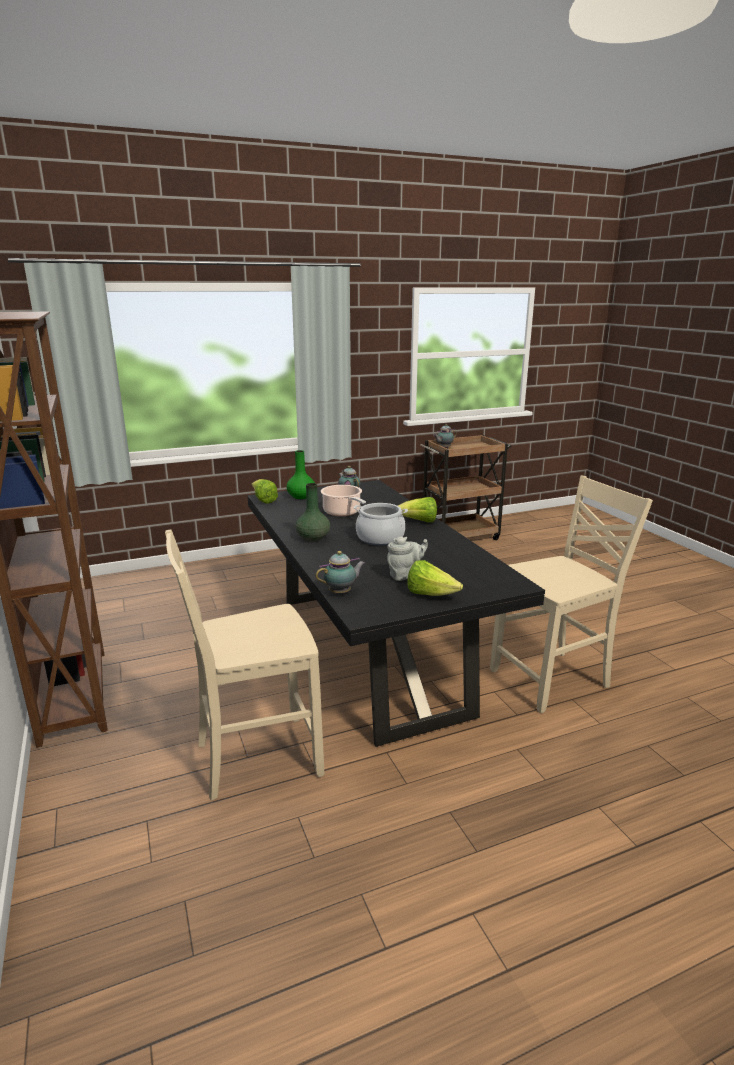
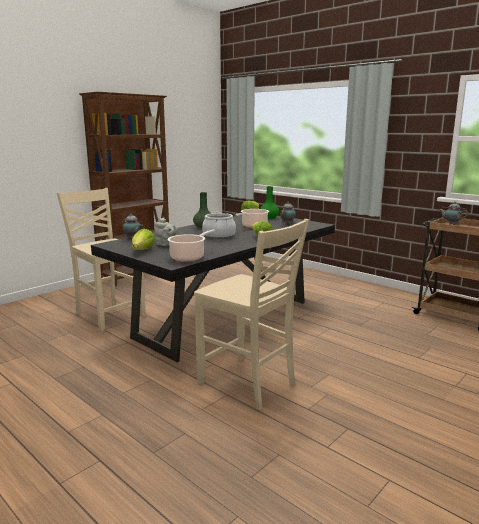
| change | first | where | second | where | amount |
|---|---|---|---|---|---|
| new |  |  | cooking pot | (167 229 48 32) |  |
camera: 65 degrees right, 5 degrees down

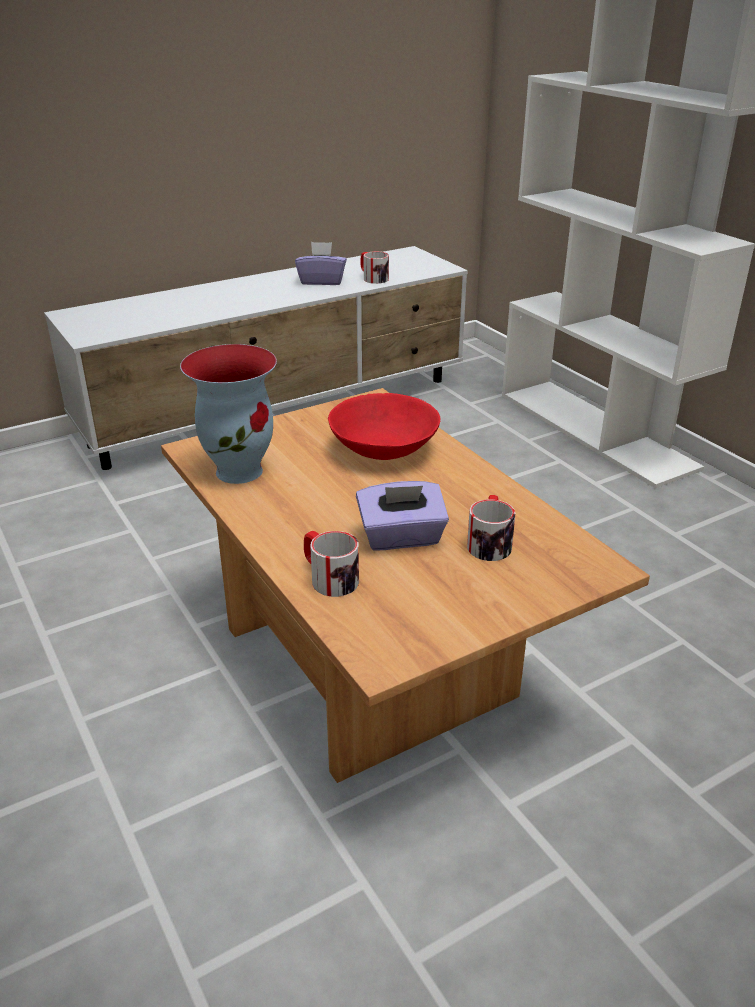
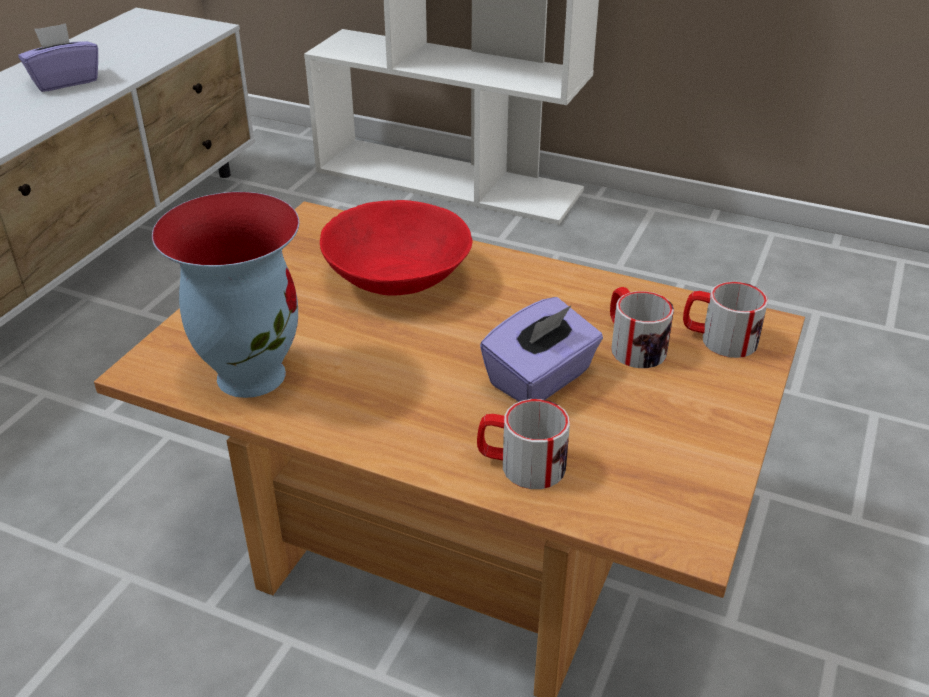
| change | first | where | second | where | amount |
|---|---|---|---|---|---|
| shifted | mug | (360 251 29 33) |  | (683 282 85 76) |  |
camera: 35 degrees left, 5 degrees up

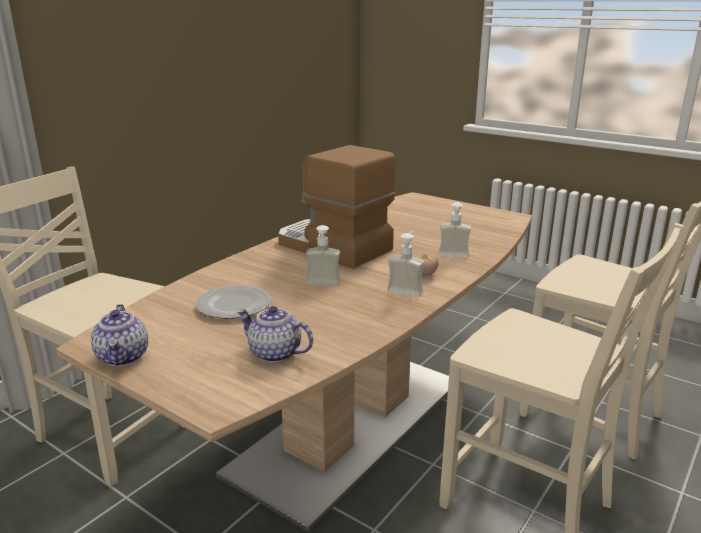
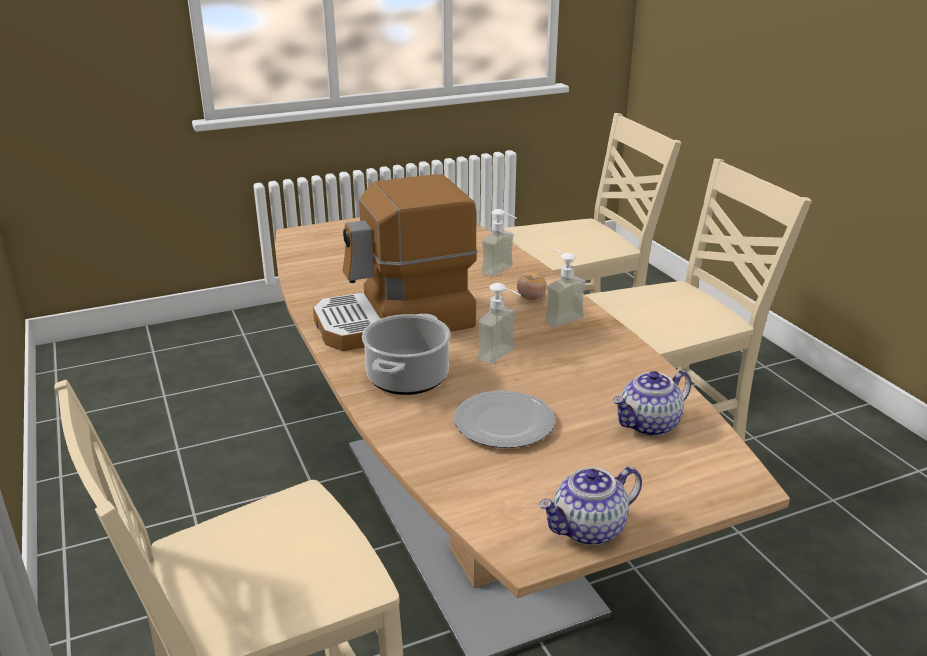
| change | first | where | second | where | amount |
|---|---|---|---|---|---|
| rotated | teapot | (91 304 57 62) |  | (538 466 104 80) | 135 degrees clockwise |
| new |  |  | cooking pot | (362 314 89 81) |  |
camera: 60 degrees left, 5 degrees up

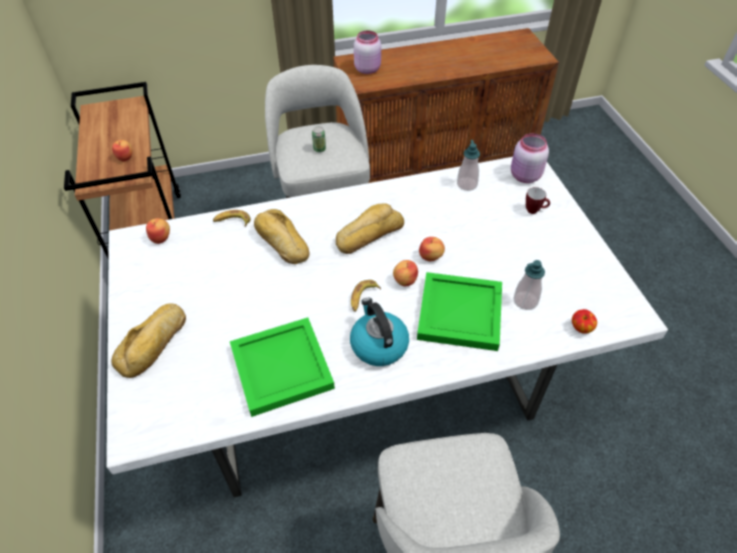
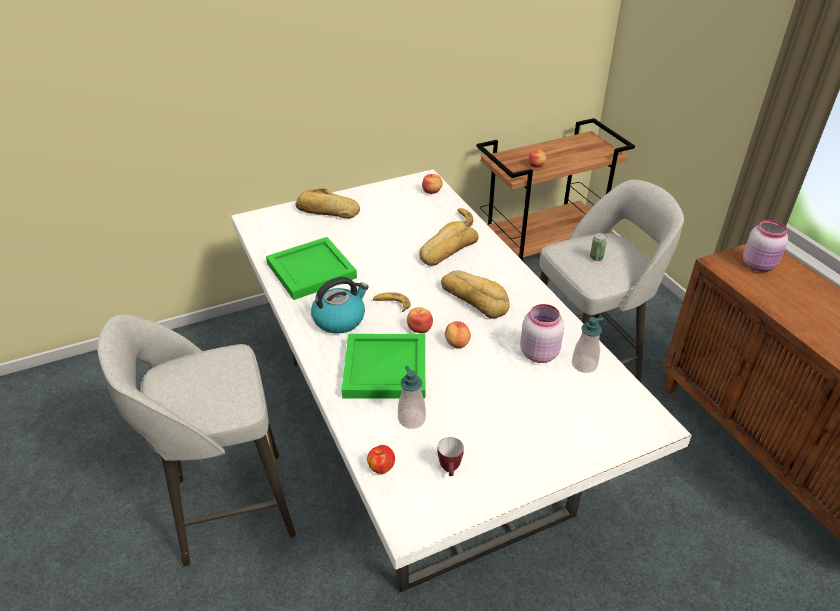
| change | first | where | second | where | amount |
|---|---|---|---|---|---|
| shifted | pink jar | (511 133 38 50) |  | (520 304 44 59) |  |
| shifted | mug | (526 187 24 27) |  | (437 437 27 39) |  |
camera: 80 degrees right, 10 degrees down

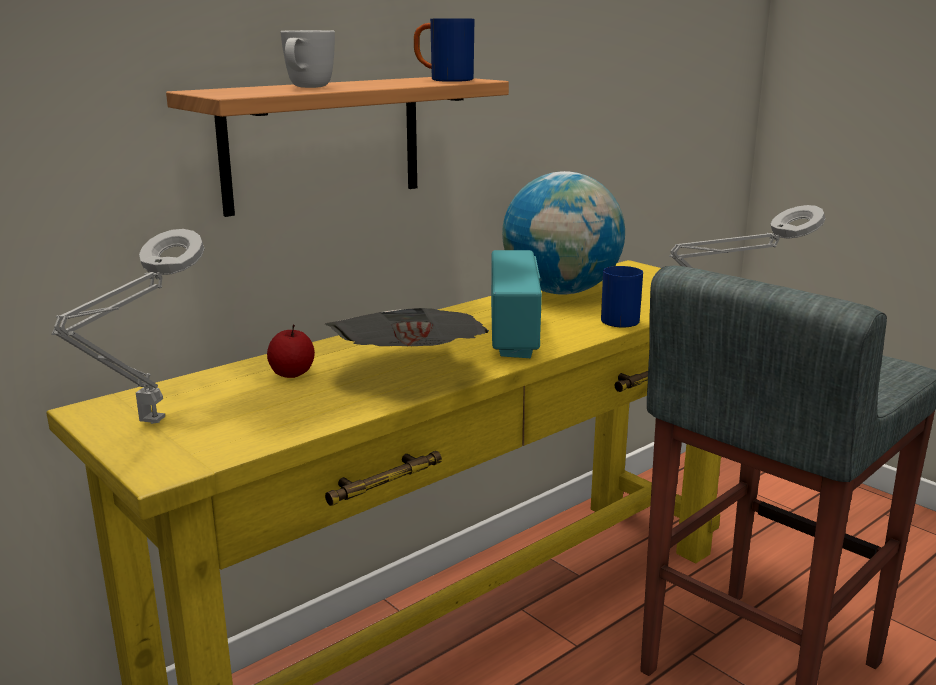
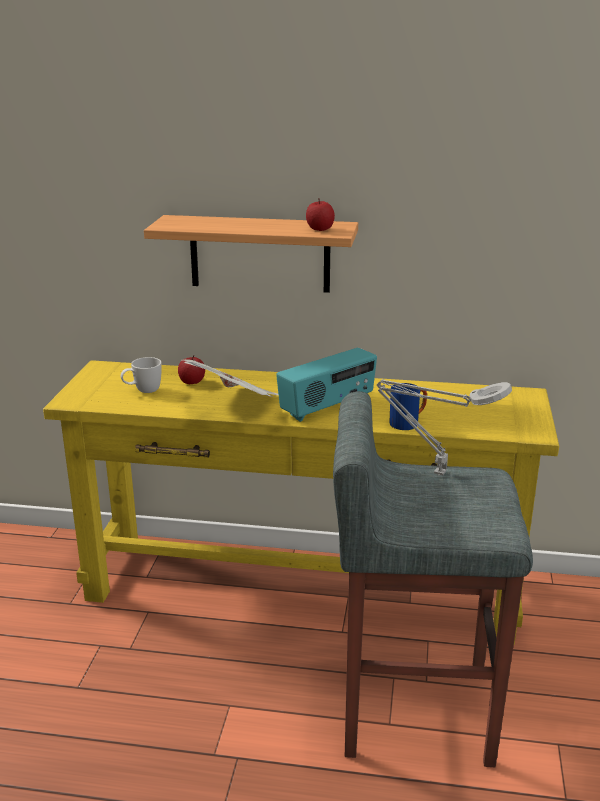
| change | first | where | second | where | amount |
|---|---|---|---|---|---|
| gone | grey table lamp | (51 229 154 195) |  |  |  |
| shifted | white mug | (281 30 54 58) |  | (121 357 41 36) |  |
| swapped | blue mug | (414 19 60 63) | apple | (306 198 29 33) |  |
| gone | globe | (502 171 123 124) |  |  |  |
camera: 50 degrees right, 5 degrees up

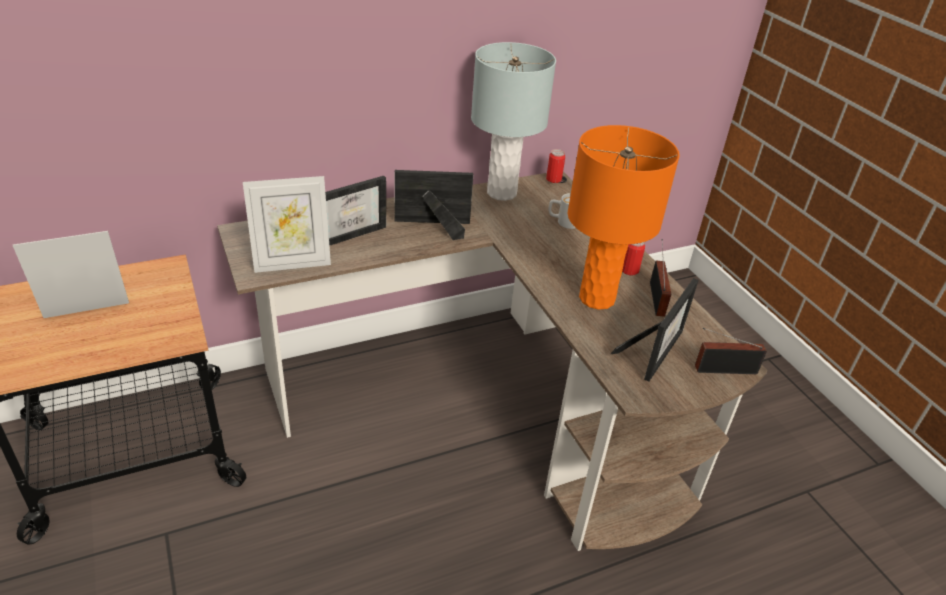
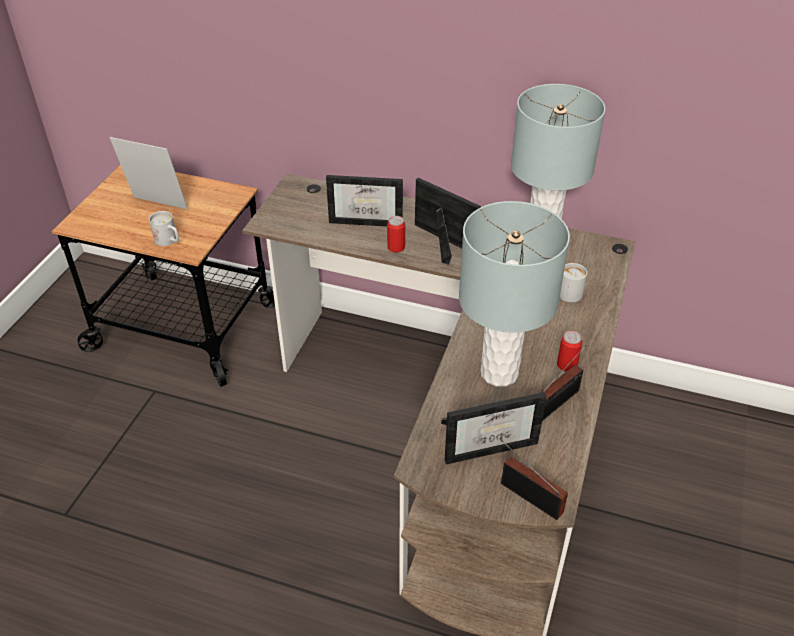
| change | first | where | second | where | amount |
|---|---|---|---|---|---|
| gone | picture frame | (243 176 88 97) |  |  |  |
| shifted | can | (546 149 19 34) |  | (387 216 18 37) |  |
| repainted | orange table lamp | (568 125 112 185) | grey table lamp | (459 201 111 186) |  |
| new |  |  | white mug | (149 211 30 35) |  |
camera: 45 degrees right, 5 degrees up

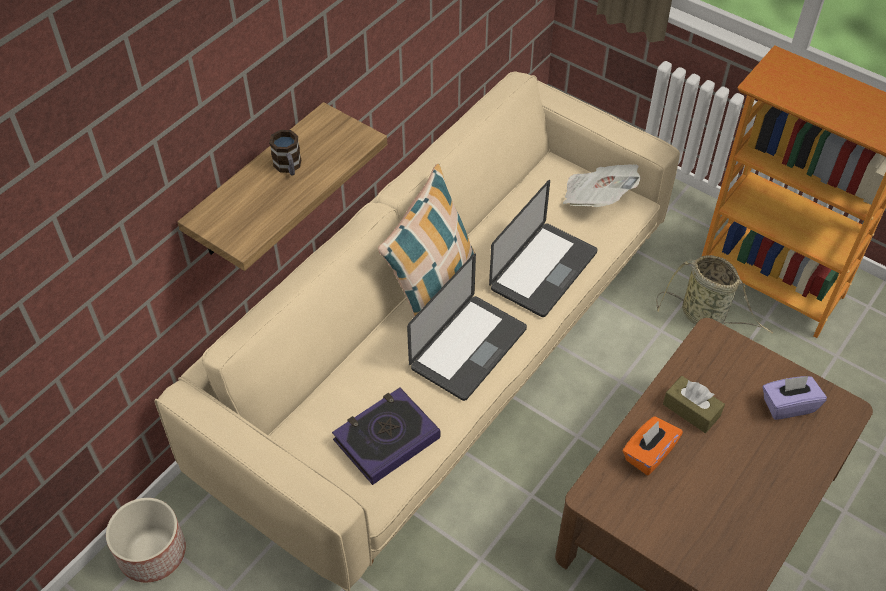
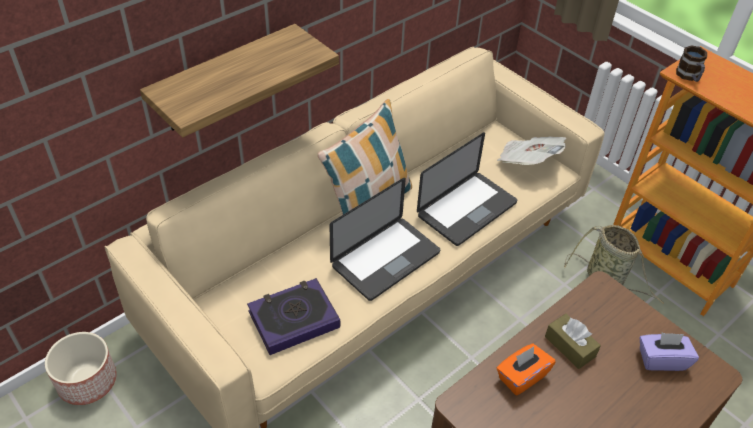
| change | first | where | second | where | amount |
|---|---|---|---|---|---|
| shifted | mug | (269 130 32 46) |  | (676 45 31 37) |  |
camera: 10 degrees right, 5 degrees down

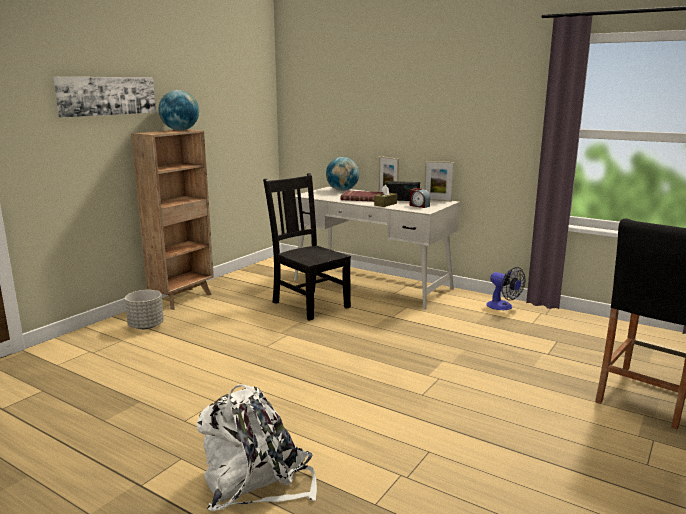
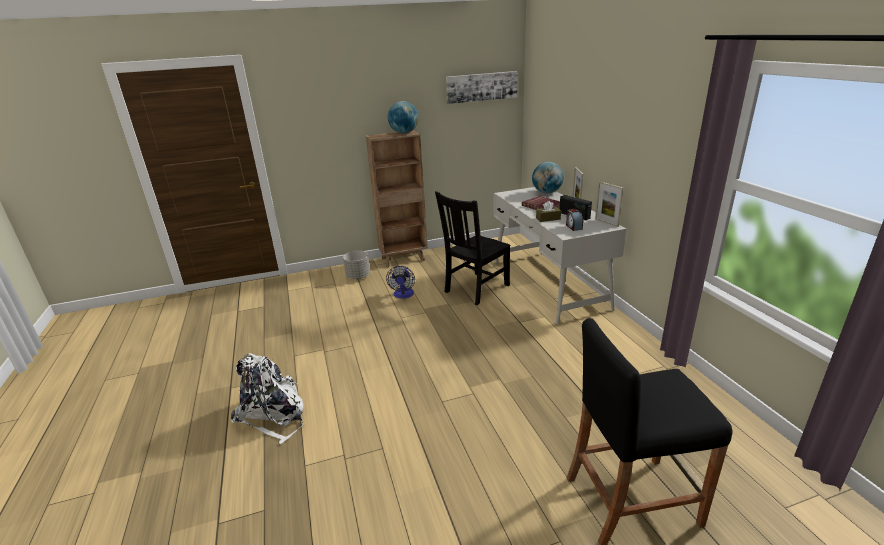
| change | first | where | second | where | amount |
|---|---|---|---|---|---|
| shifted | picture | (53 77 103 40) |  | (446 71 72 33) |  |
| rotated | black chair | (263 173 88 148) |  | (435 191 75 114) | 135 degrees counterclockwise |
| shifted | fan | (486 267 40 43) |  | (386 266 29 33) |  |
camera: 40 degrees right, 10 degrees up

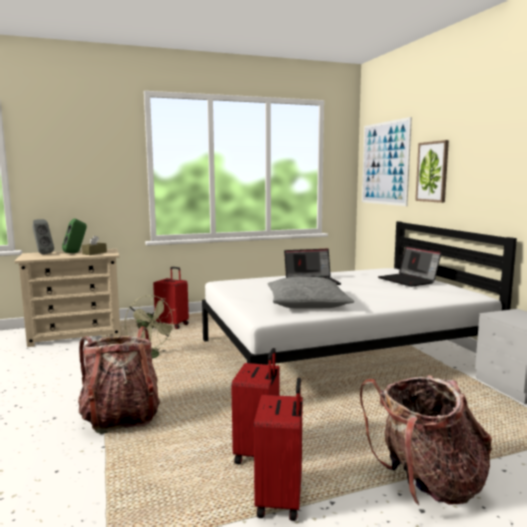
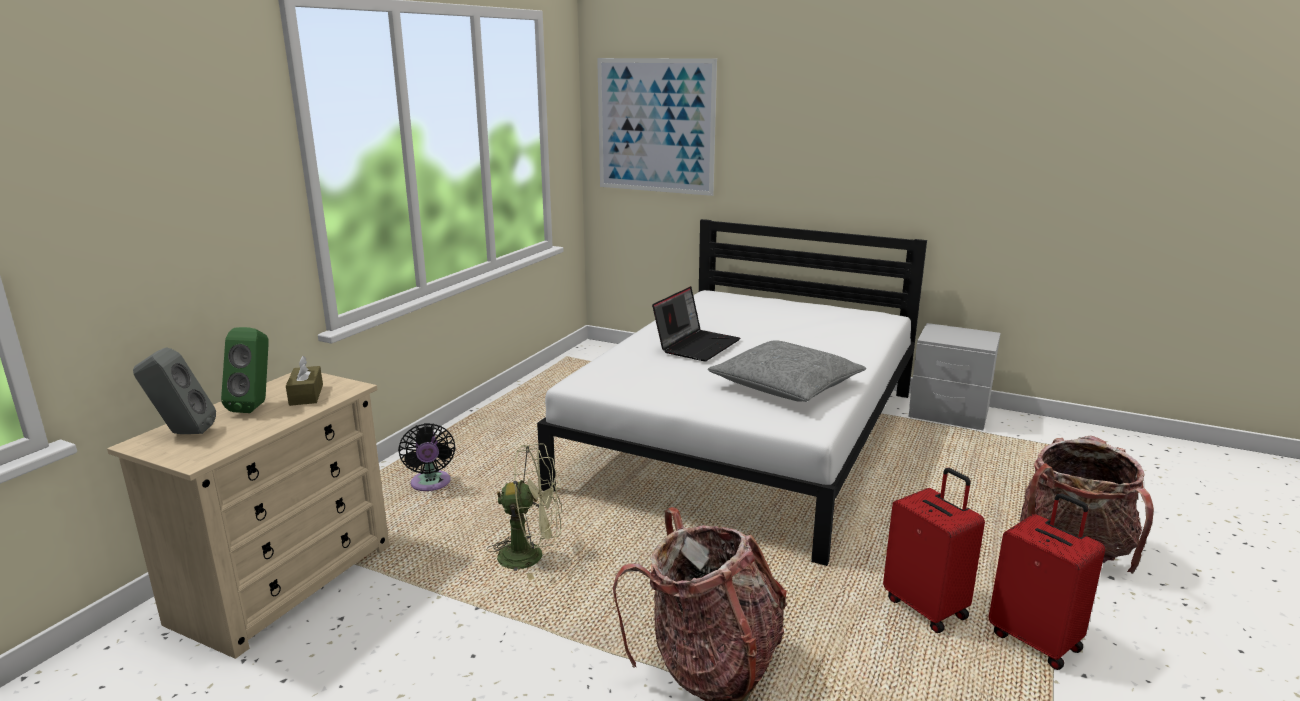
| change | first | where | second | where | amount |
|---|---|---|---|---|---|
| swapped | red suitcase | (153 267 36 62) | black fan | (398 423 58 68) |  |
| gone | laptop | (378 246 63 41) |  |  |  |
| gone | picture | (415 140 34 63) |  |  |  |
camera: 45 degrees left, 10 degrees up

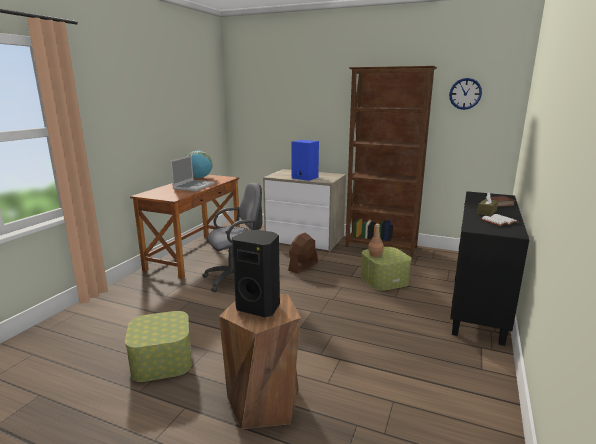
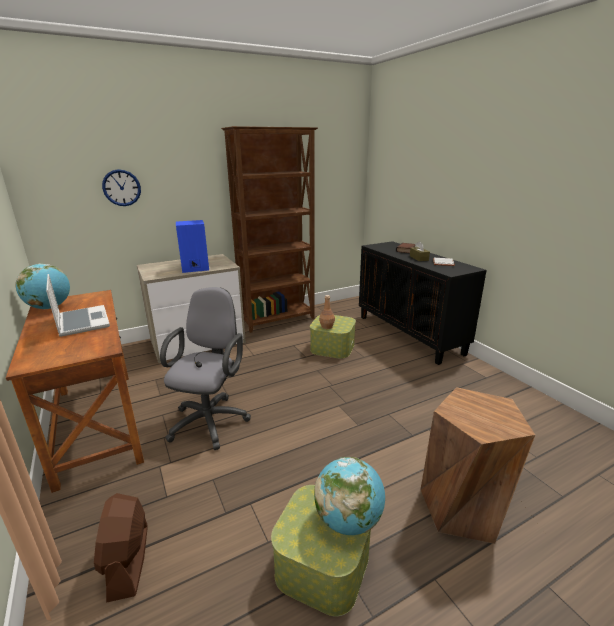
| change | first | where | second | where | amount |
|---|---|---|---|---|---|
| gone | black speaker | (232 230 48 87) |  |  |  |
| shifted | brown fan | (288 233 30 41) |  | (94 493 53 110) |  |
| shifted | wall clock | (449 78 33 32) |  | (102 169 39 37) |  |
| new |  |  | globe | (314 457 71 78) |  |
camera: 50 degrees left, 5 degrees up

